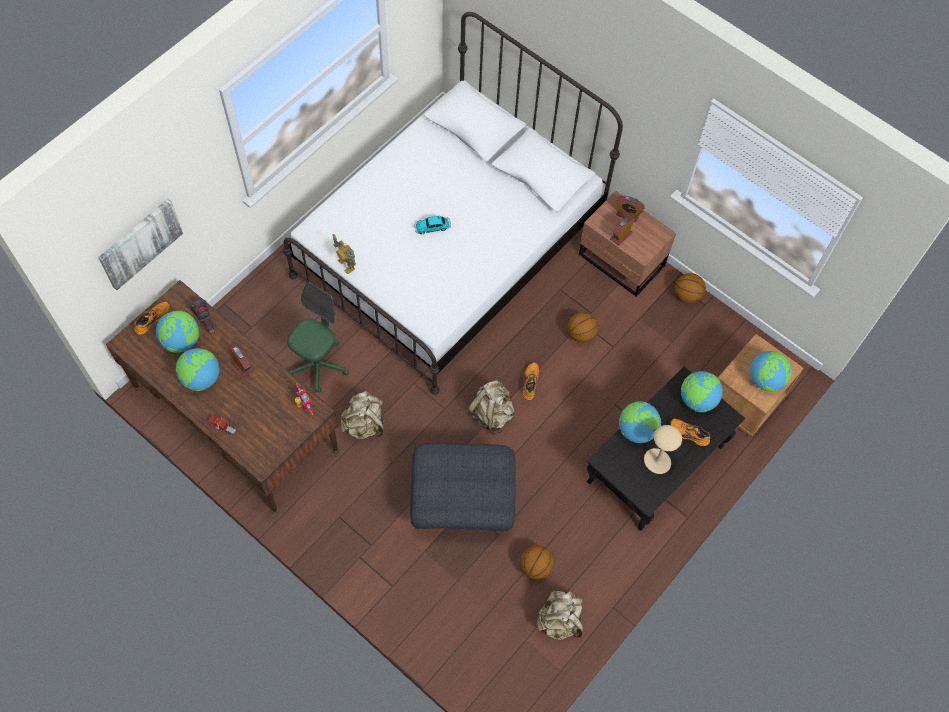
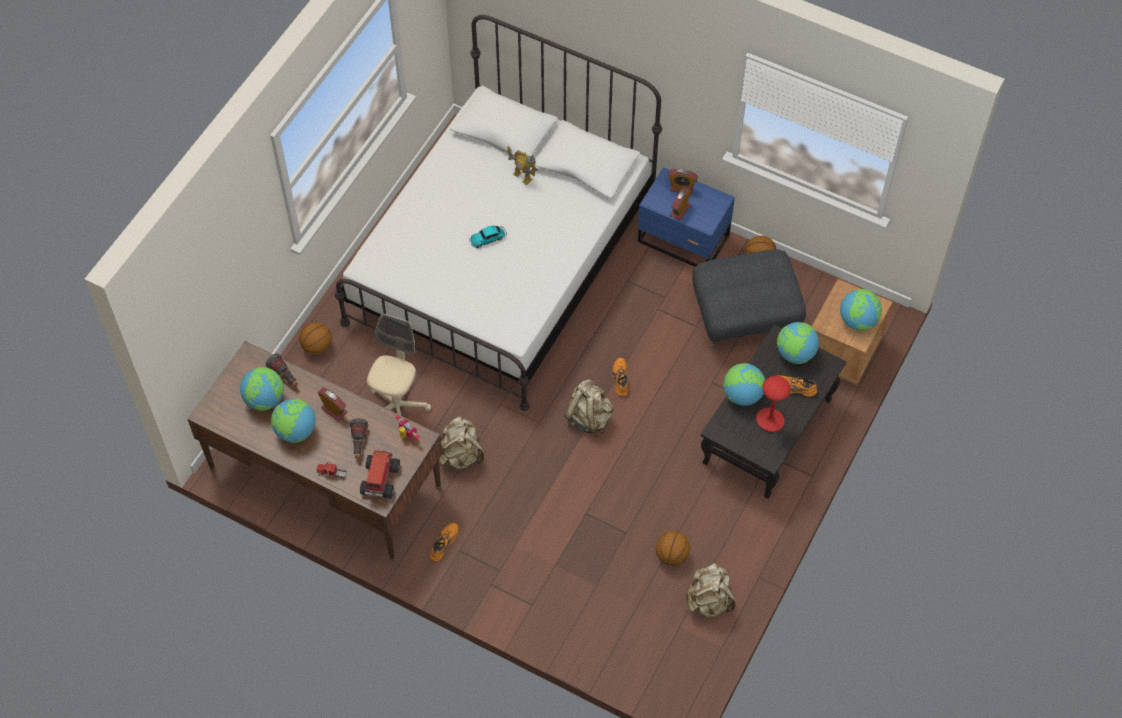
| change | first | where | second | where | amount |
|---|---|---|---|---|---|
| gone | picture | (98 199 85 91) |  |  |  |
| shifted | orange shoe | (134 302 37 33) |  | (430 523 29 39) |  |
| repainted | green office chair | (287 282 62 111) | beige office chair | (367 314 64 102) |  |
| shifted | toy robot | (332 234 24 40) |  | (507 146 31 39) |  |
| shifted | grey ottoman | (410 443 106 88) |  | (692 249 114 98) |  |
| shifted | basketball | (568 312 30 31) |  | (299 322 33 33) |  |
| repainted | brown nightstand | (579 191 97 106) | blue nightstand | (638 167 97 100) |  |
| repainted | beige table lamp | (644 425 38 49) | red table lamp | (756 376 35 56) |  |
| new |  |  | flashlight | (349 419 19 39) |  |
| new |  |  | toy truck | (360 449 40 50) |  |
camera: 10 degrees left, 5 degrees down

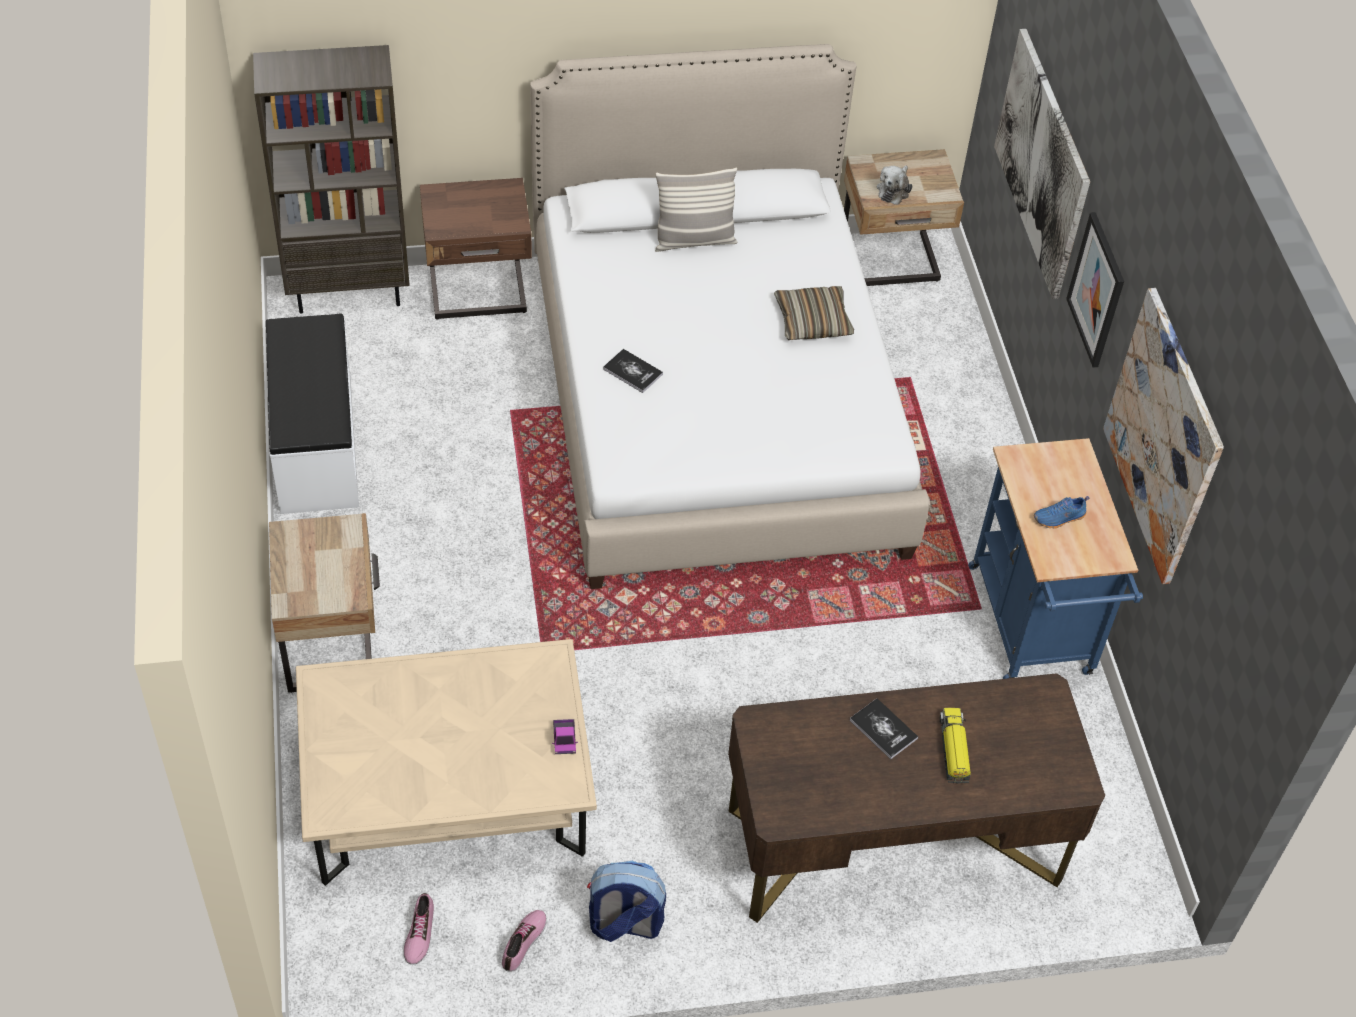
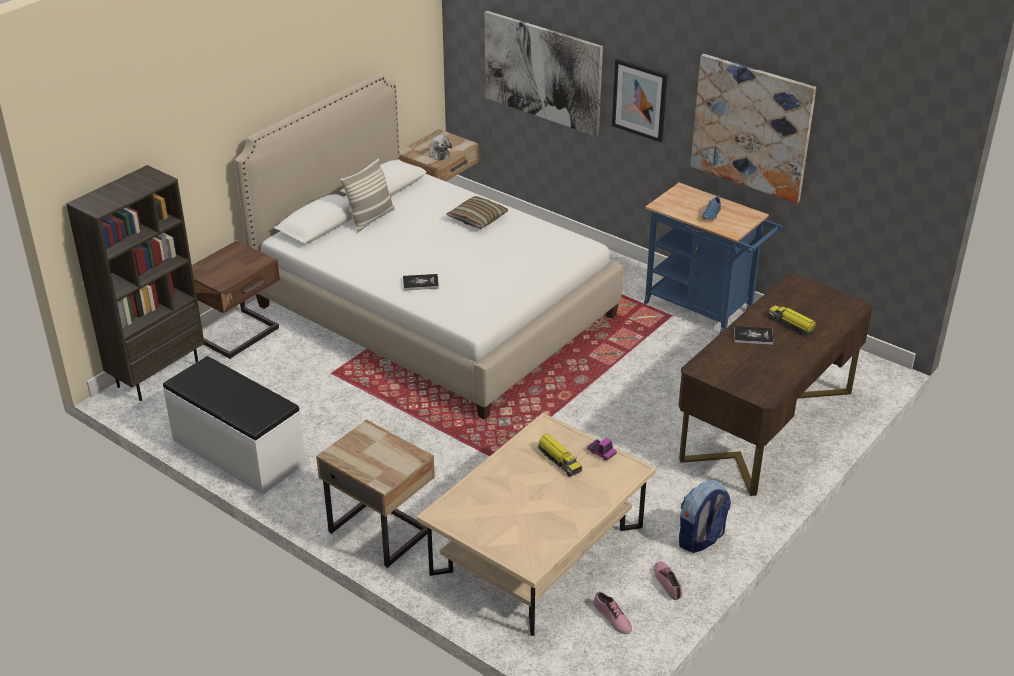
| change | first | where | second | where | amount |
|---|---|---|---|---|---|
| new |  |  | toy truck | (538 434 44 43) |  |
camera: 40 degrees left, 15 degrees down

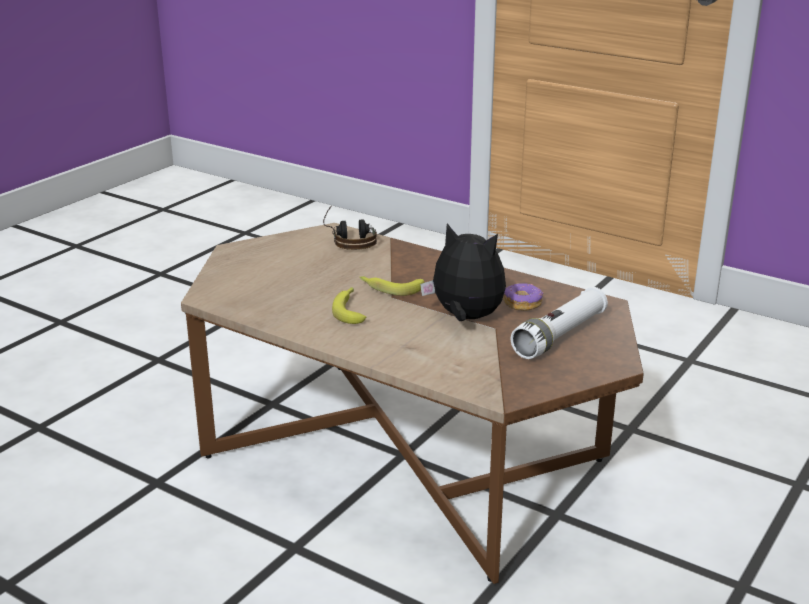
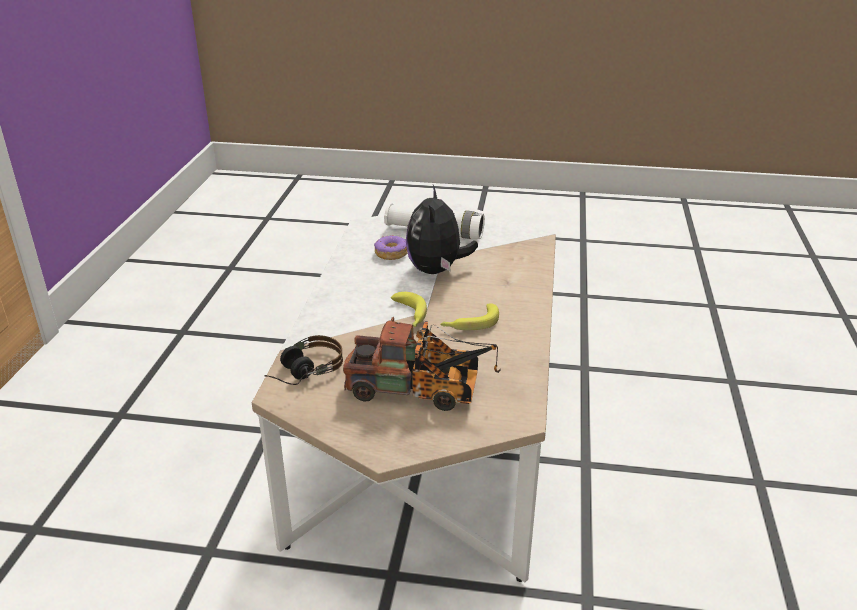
| change | first | where | second | where | amount |
|---|---|---|---|---|---|
| repainted | brown coffee table | (181 223 463 361) | white coffee table | (252 204 304 378) |  |
| new |  |  | toy truck | (343 317 158 94) |  |
camera: 115 degrees left, 5 degrees up

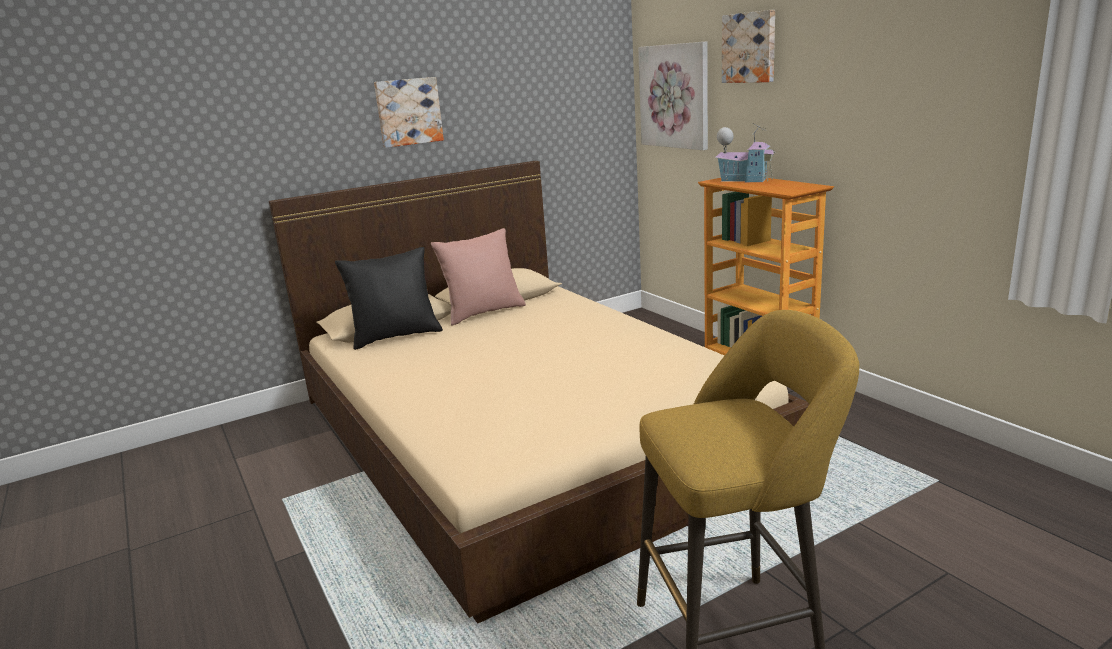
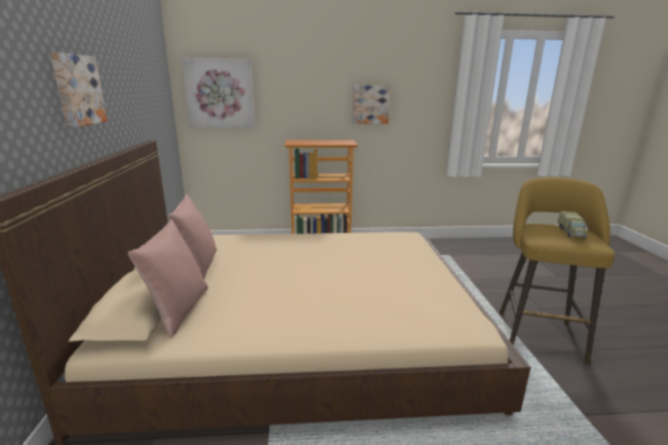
| change | first | where | second | where | amount |
|---|---|---|---|---|---|
| repainted | black pillow | (335 247 108 103) | pink pillow | (128 219 80 119) |  |
| gone | toy house | (716 123 60 59) |  |  |  |
| shifted | picture | (722 10 53 73) |  | (352 85 39 39) |  |
| new |  |  | toy truck | (558 211 29 28) |  |
camera: 65 degrees left, 0 degrees up

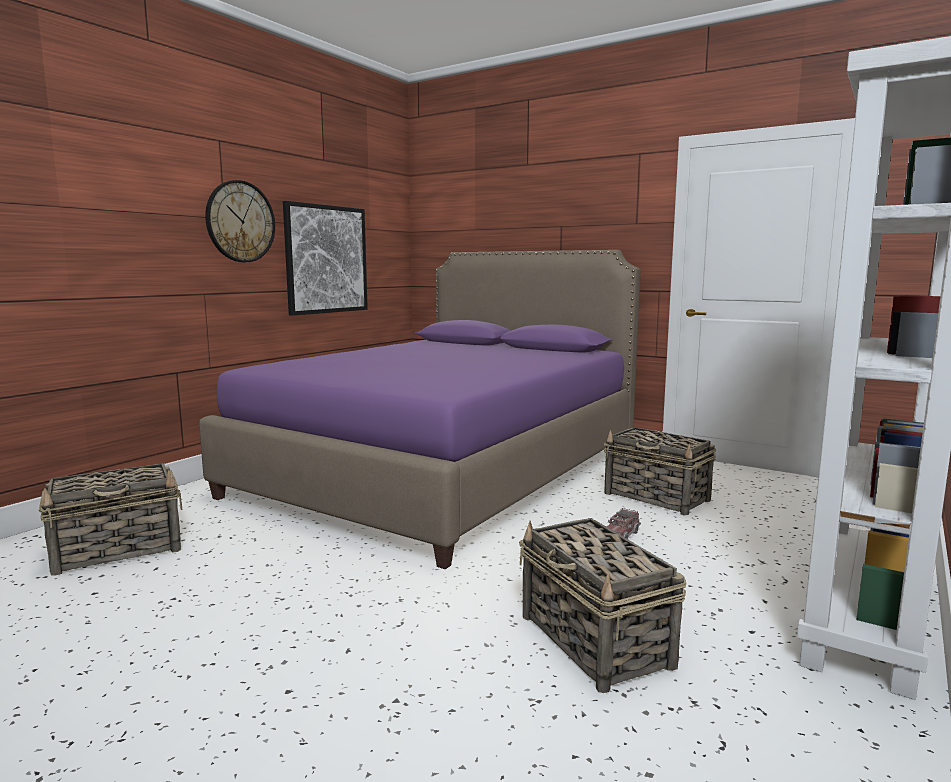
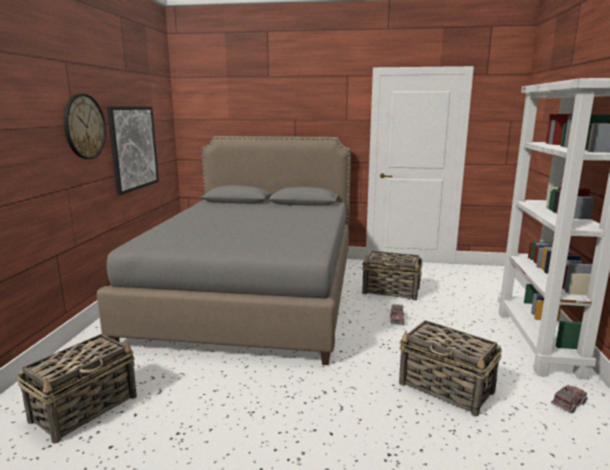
| change | first | where | second | where | amount |
|---|---|---|---|---|---|
| repainted | purple bed | (199 250 442 319) | grey bed | (97 136 254 229) |  |
| new |  |  | toy truck | (551 385 37 28) |  |
camera: 25 degrees left, 5 degrees up

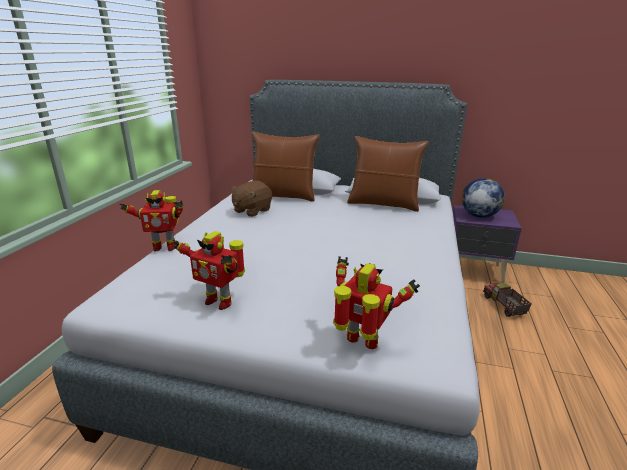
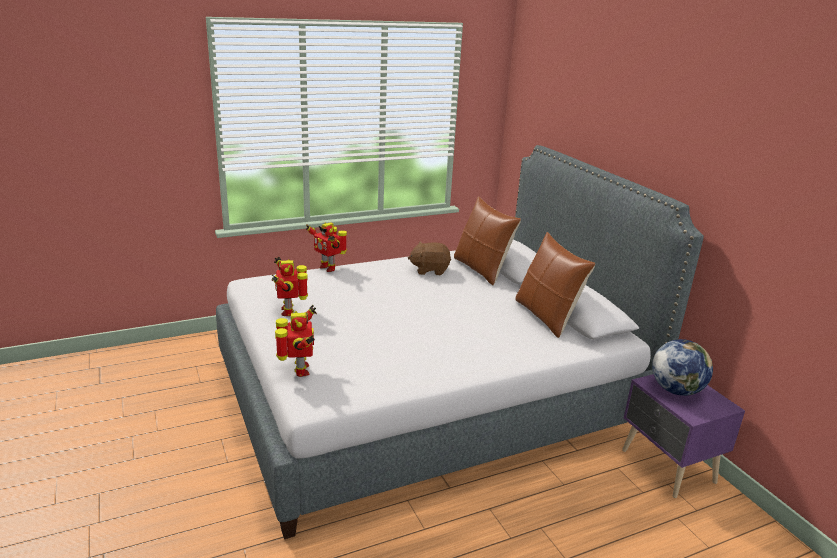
| change | first | where | second | where | amount |
|---|---|---|---|---|---|
| gone | toy truck | (483 283 49 34) |  |  |  |
camera: 50 degrees right, 0 degrees up

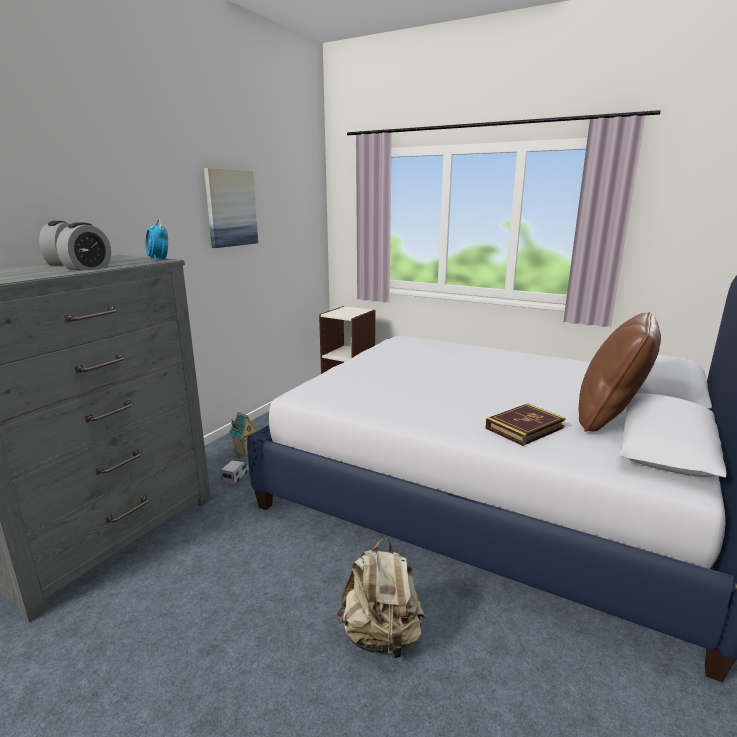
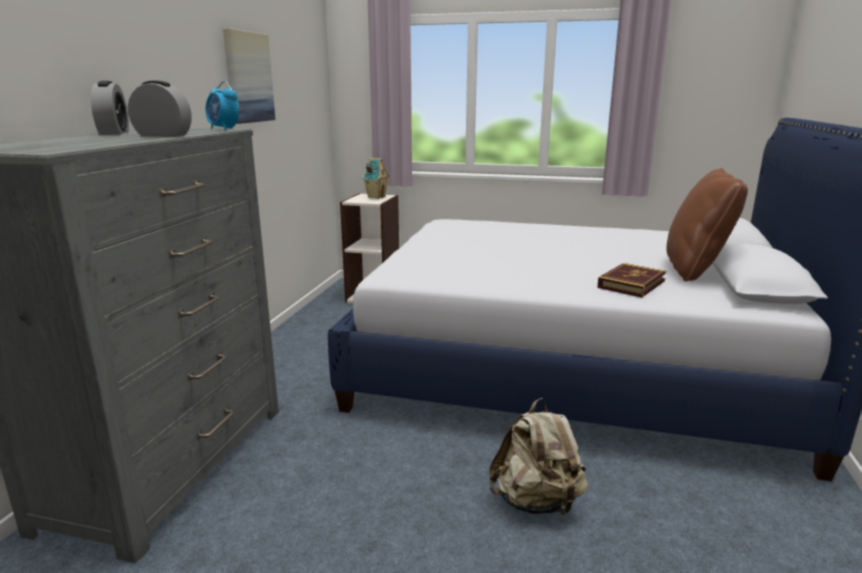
| change | first | where | second | where | amount |
|---|---|---|---|---|---|
| rotated | alarm clock | (56 222 55 49) |  | (128 81 64 56) | 90 degrees counterclockwise |
| gone | toy truck | (221 460 28 24) |  |  |  |
| shifted | toy house | (228 411 31 45) |  | (362 158 28 41) |  |
camera: 15 degrees left, 0 degrees up

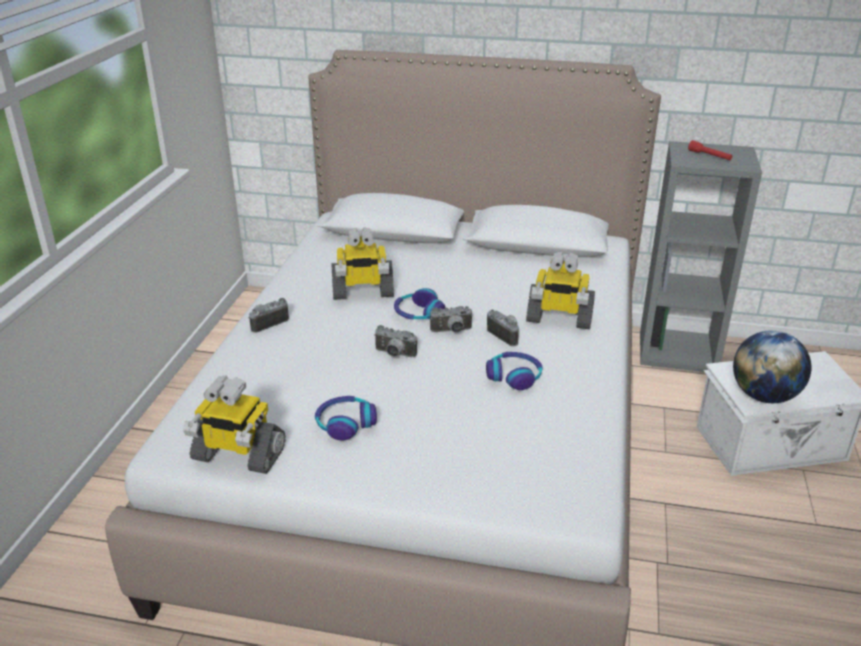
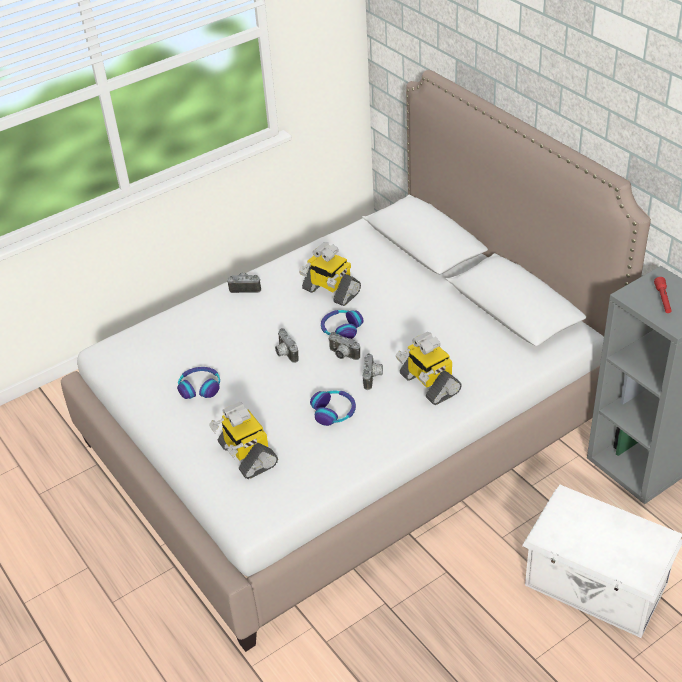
| change | first | where | second | where | amount |
|---|---|---|---|---|---|
| shifted | toy robot | (183 375 103 99) |  | (209 402 69 77) |  |
| gone | globe | (733 330 79 73) |  |  |  |
camera: 45 degrees right, 10 degrees up

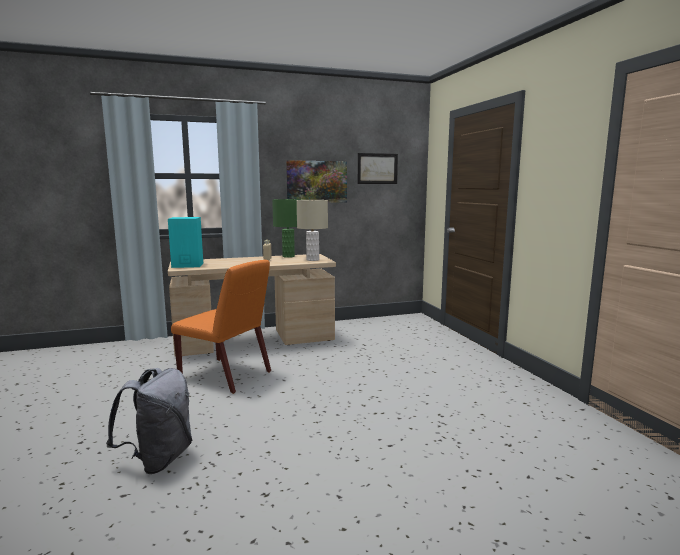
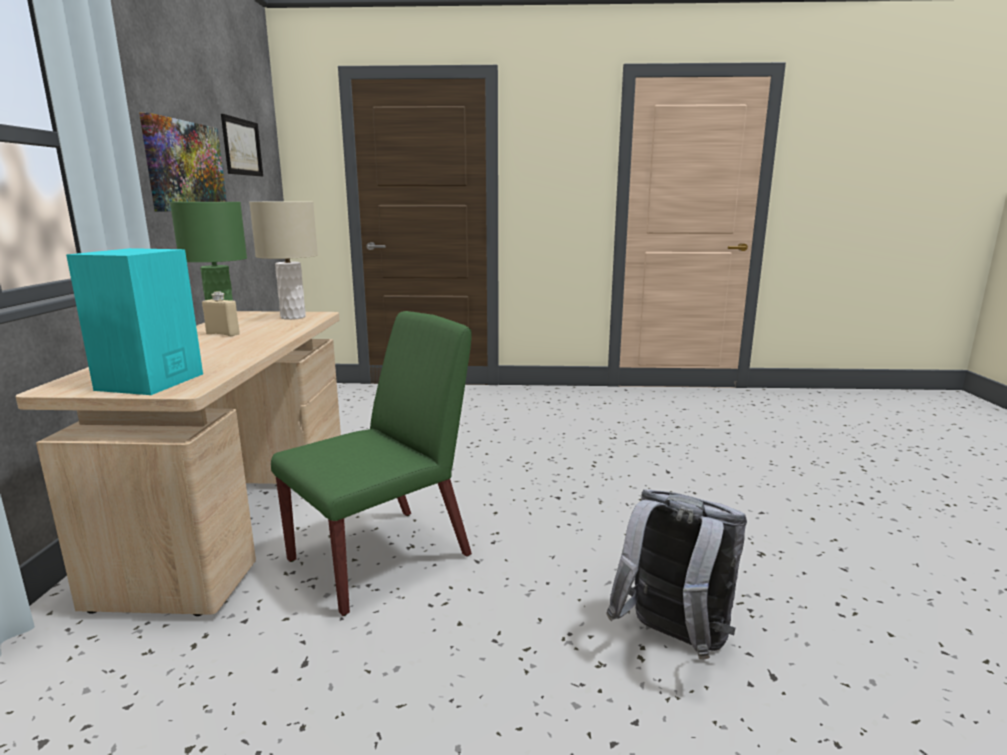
| change | first | where | second | where | amount |
|---|---|---|---|---|---|
| repainted | orange chair | (171 260 100 134) | green chair | (271 311 201 305) |  |
camera: 70 degrees left, 5 degrees up

